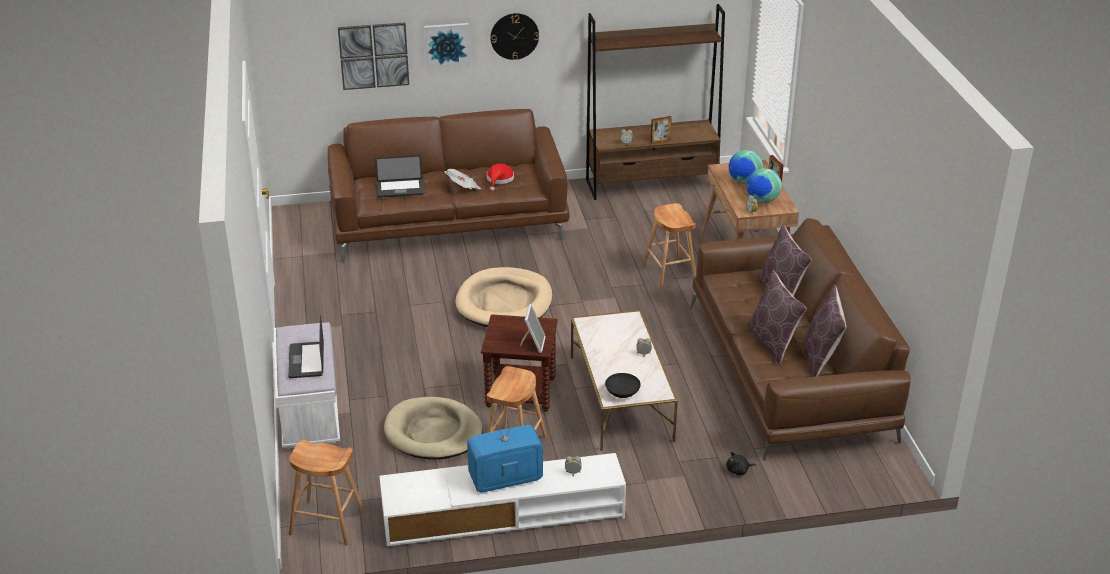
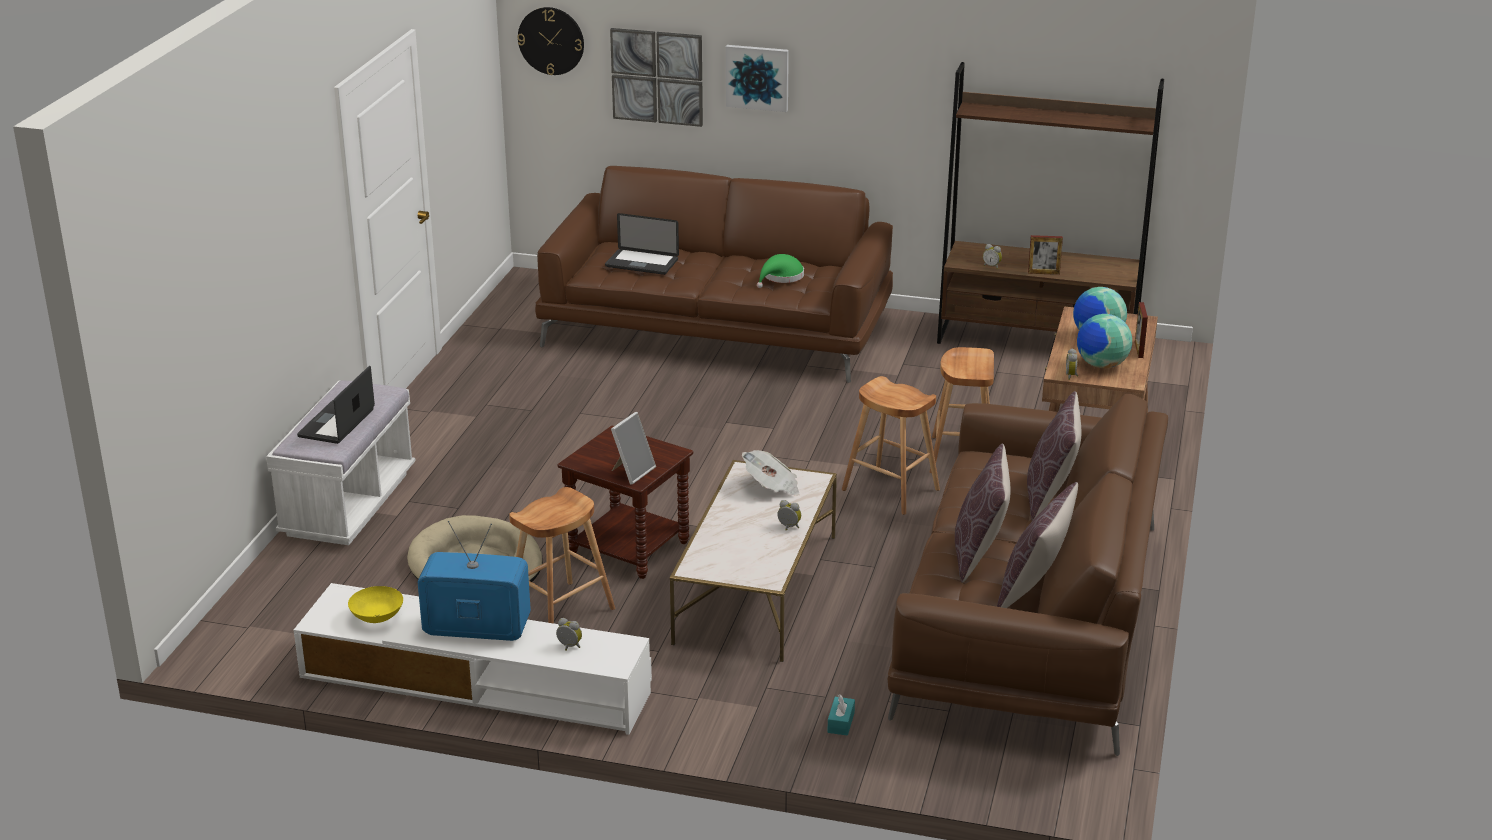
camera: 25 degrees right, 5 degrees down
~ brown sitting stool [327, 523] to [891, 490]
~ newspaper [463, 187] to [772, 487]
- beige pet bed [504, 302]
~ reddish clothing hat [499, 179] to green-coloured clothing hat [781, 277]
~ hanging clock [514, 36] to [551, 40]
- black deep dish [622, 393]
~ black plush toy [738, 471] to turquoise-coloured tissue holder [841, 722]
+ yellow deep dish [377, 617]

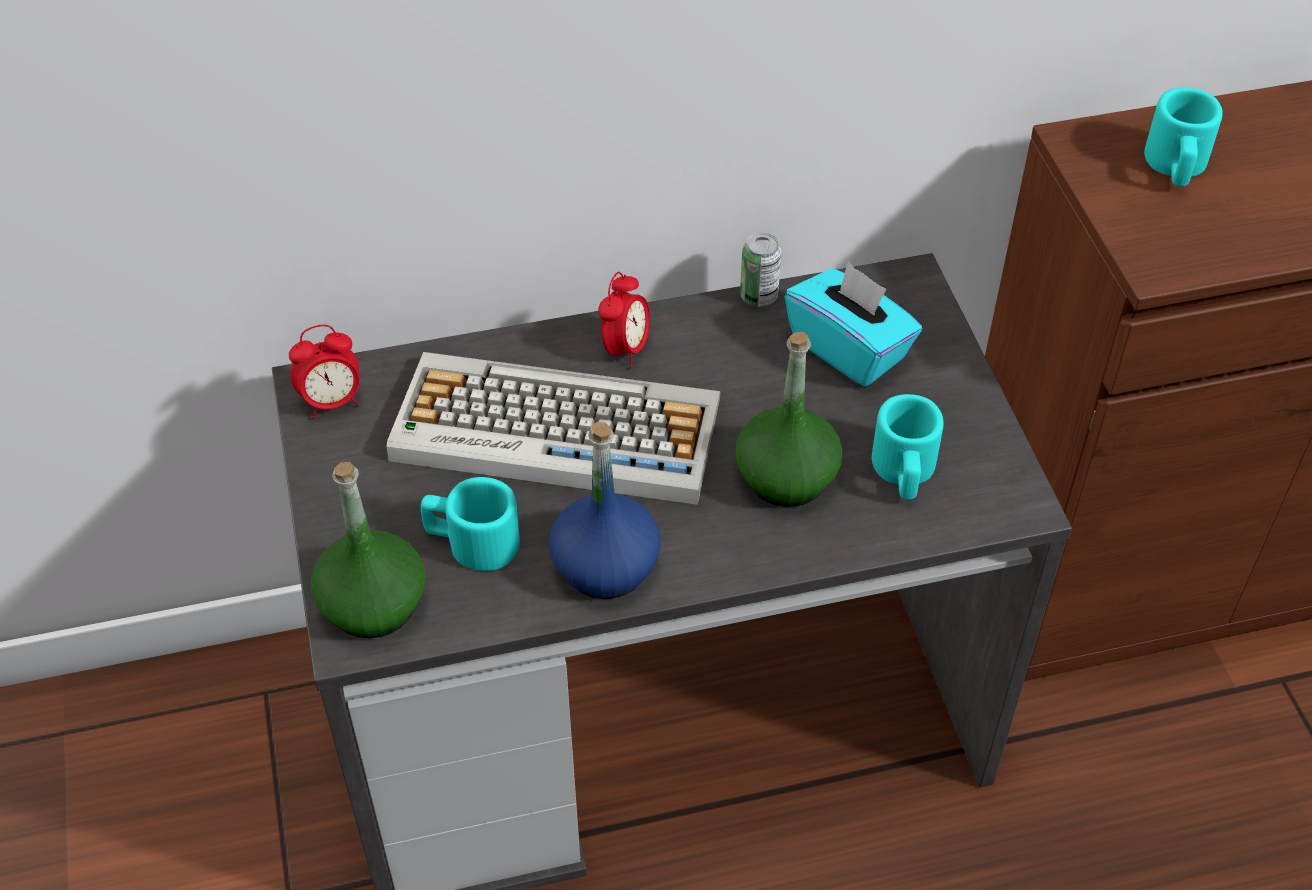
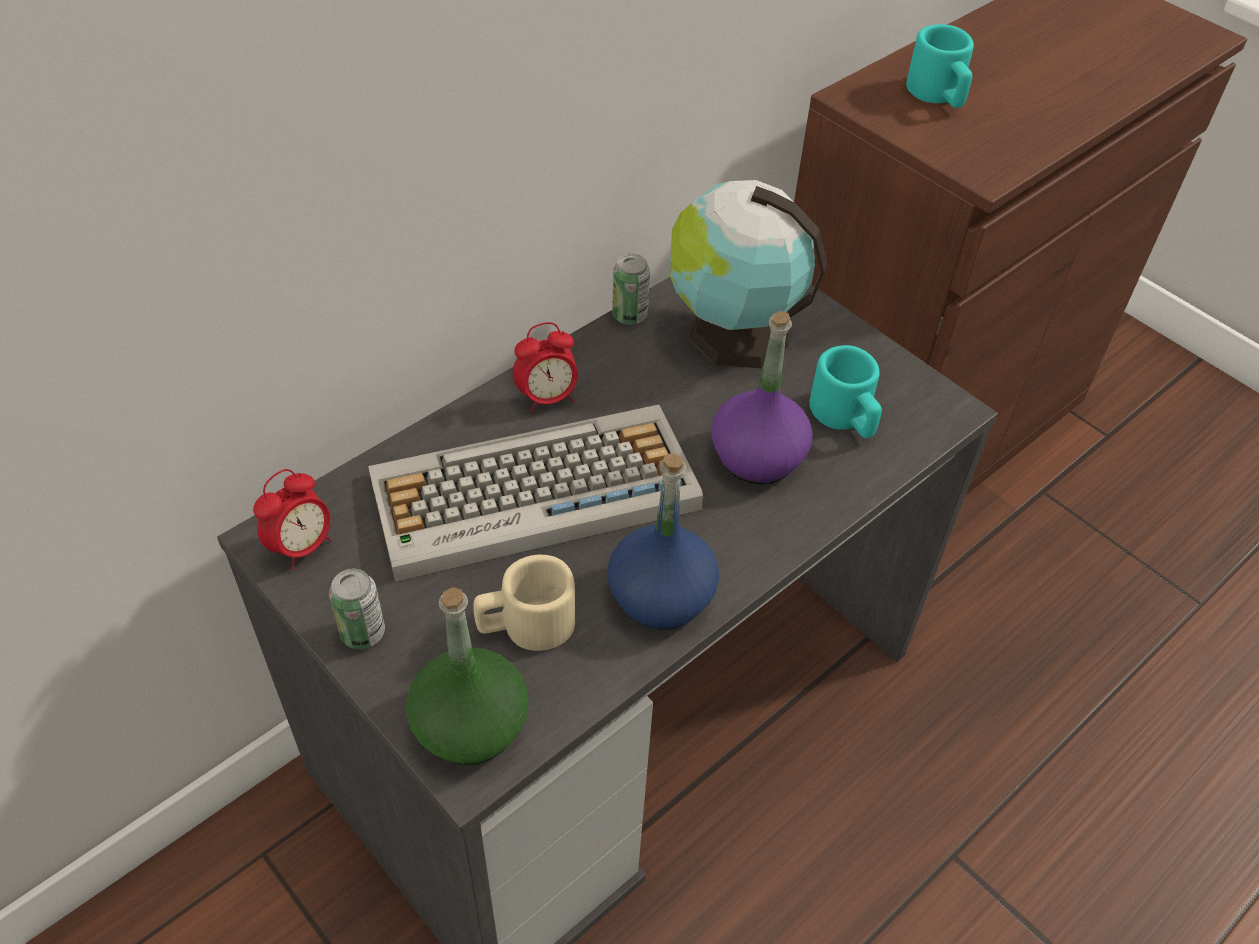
camera: 30 degrees left, 0 degrees up
~ turquoise-coloured mug [472, 542] to beige mug [525, 625]
~ alarm clock [625, 349] = [547, 398] 75 degrees clockwise
~ green-coloured drink bottle [786, 477] to purplish drink bottle [757, 457]
~ turquoise-coloured tissue holder [849, 349] to globe [732, 333]
+ metal can [363, 633]

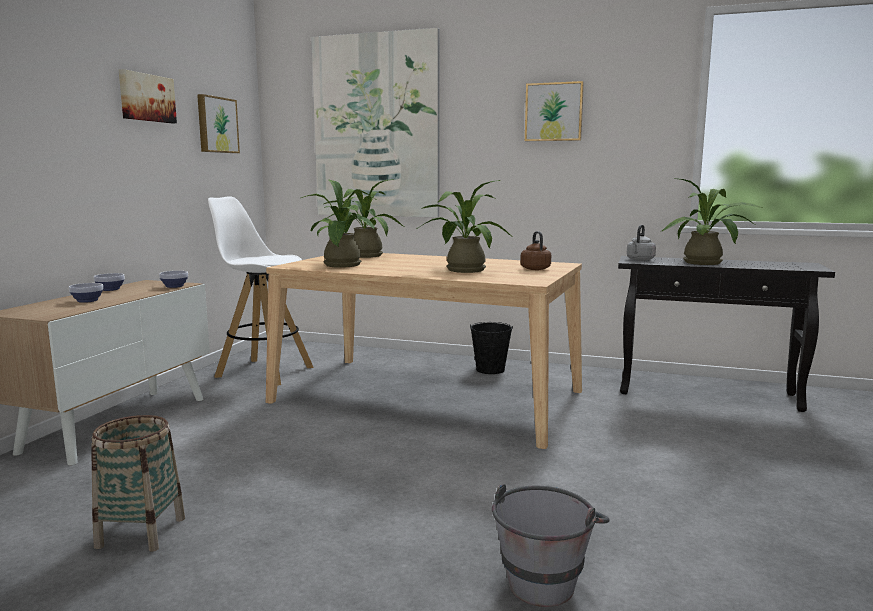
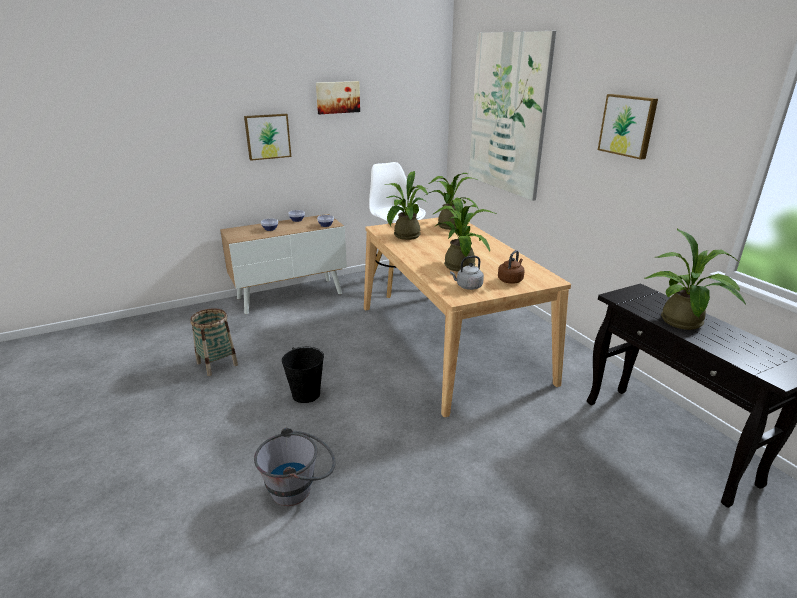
camera: 45 degrees right, 15 degrees up
~ wall picture [216, 125] to [267, 136]
~ black pail [490, 370] to [306, 394]
~ grey tea kettle [640, 260] to [467, 286]

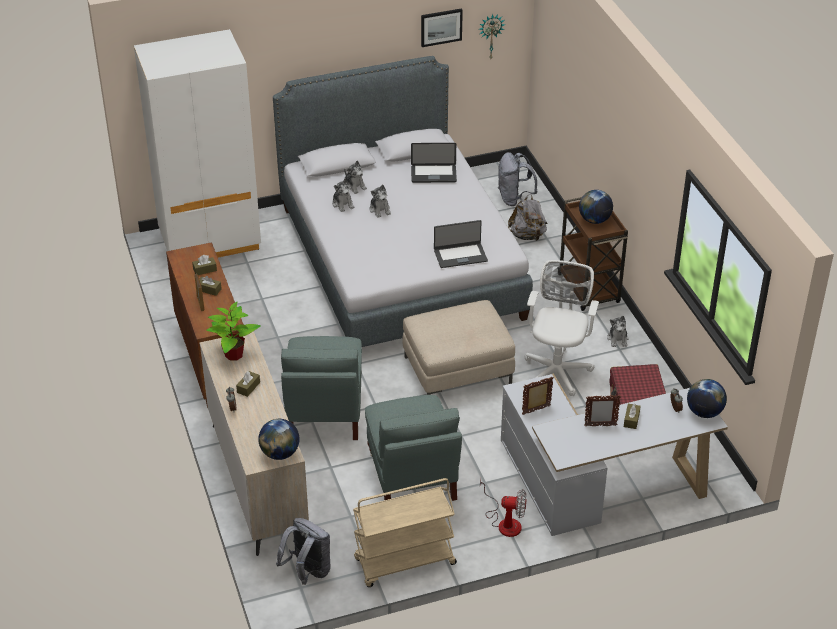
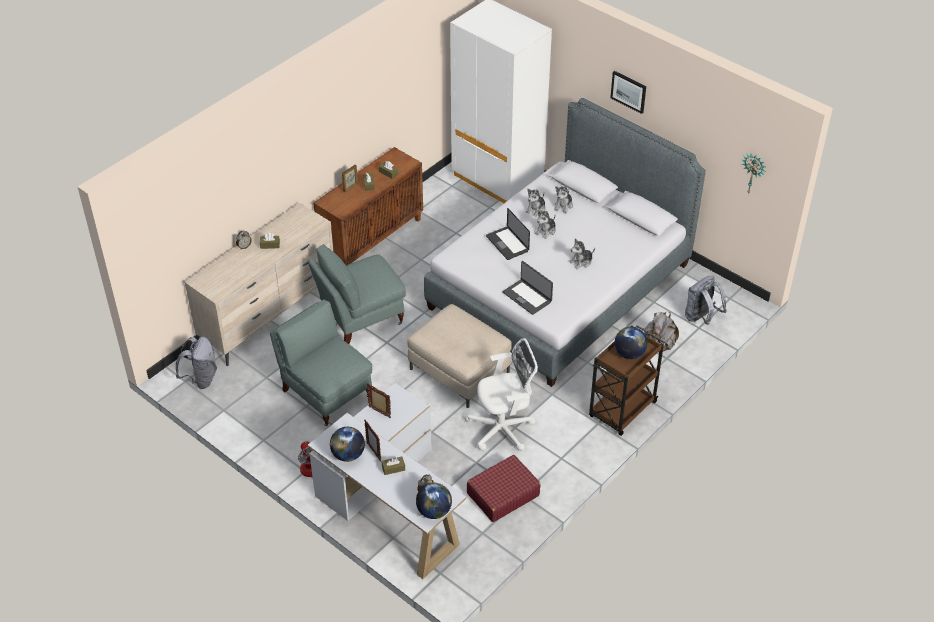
camera: 60 degrees right, 5 degrees up
- houseplant [233, 355]
~ globe [280, 453] to [348, 455]
- beige trolley [404, 562]
~ grey armchair [412, 477] = [326, 393] 90 degrees clockwise
~ portable computer [433, 174] to [507, 244]
~ wall picture [441, 27] to [628, 91]
~ plush toy [618, 339] to [581, 262]

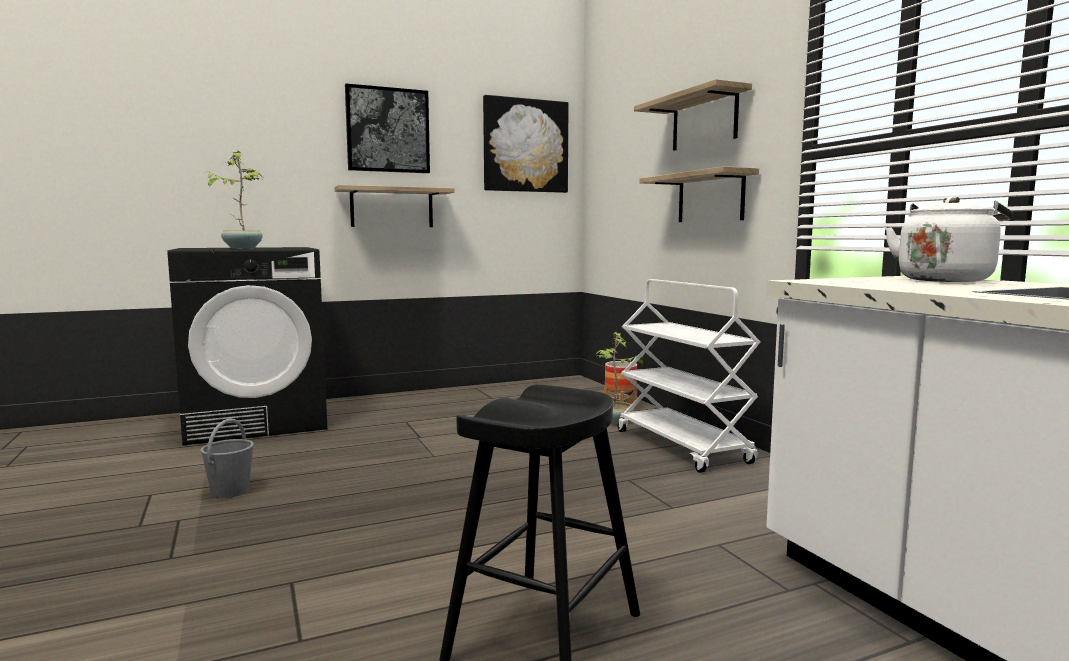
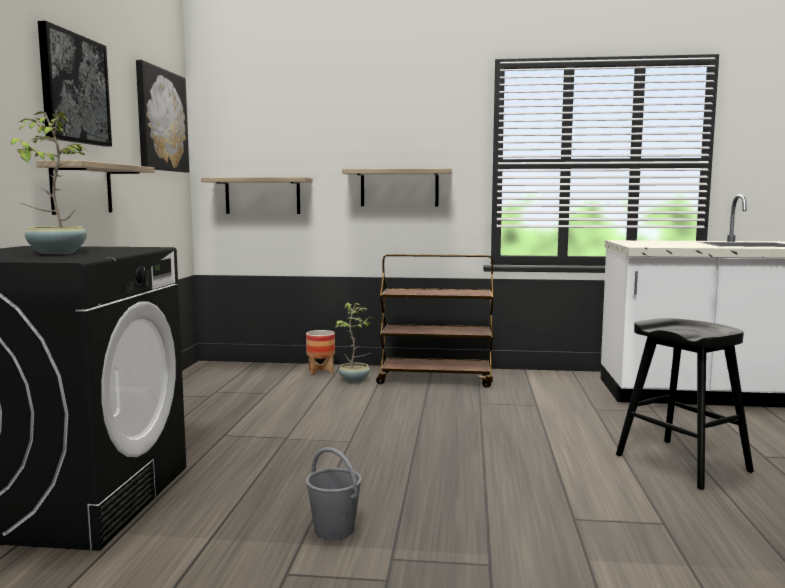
camera: 60 degrees left, 0 degrees up
~ white-coloured trolley [683, 447] to brown trolley [436, 379]
~ bracket shelf [704, 121] to [262, 196]
- white-coloured tea kettle [945, 280]

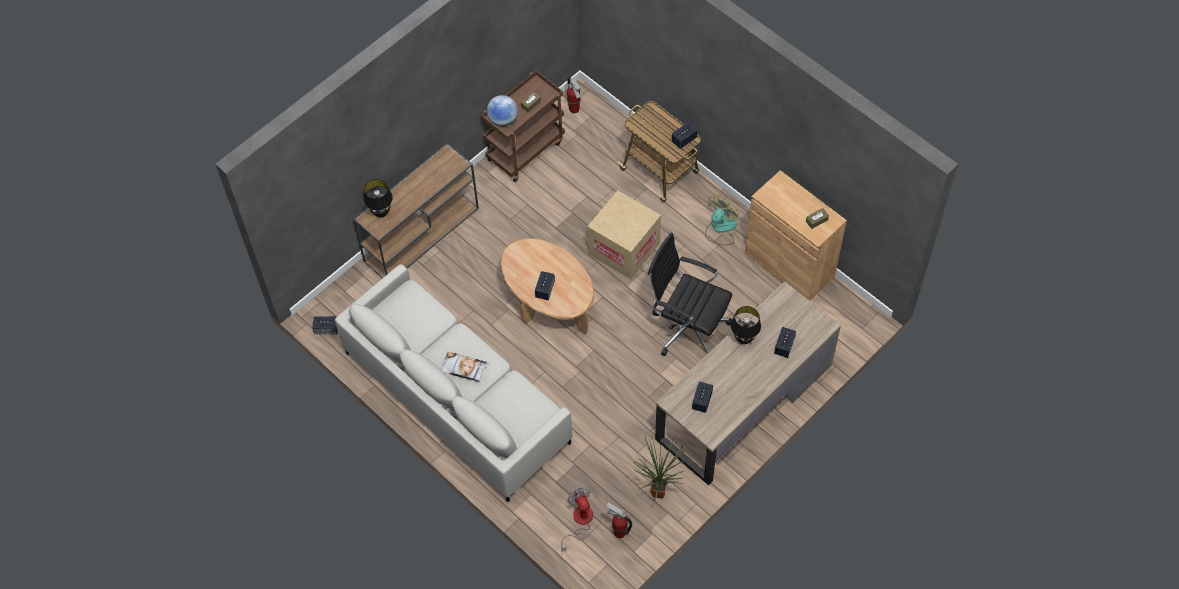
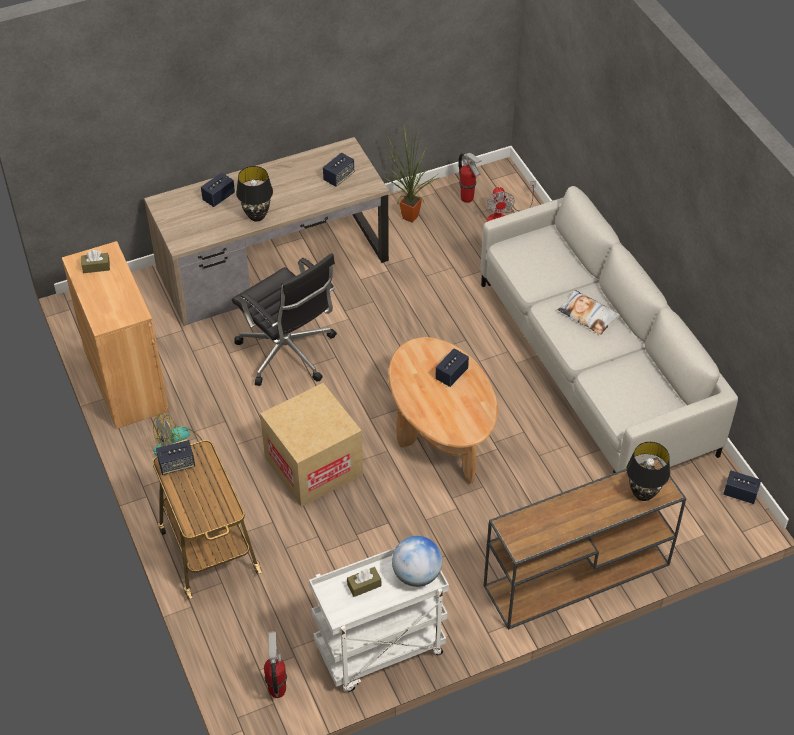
camera: 160 degrees left, 10 degrees down
~ brown trolley [525, 150] to white-coloured trolley [379, 651]

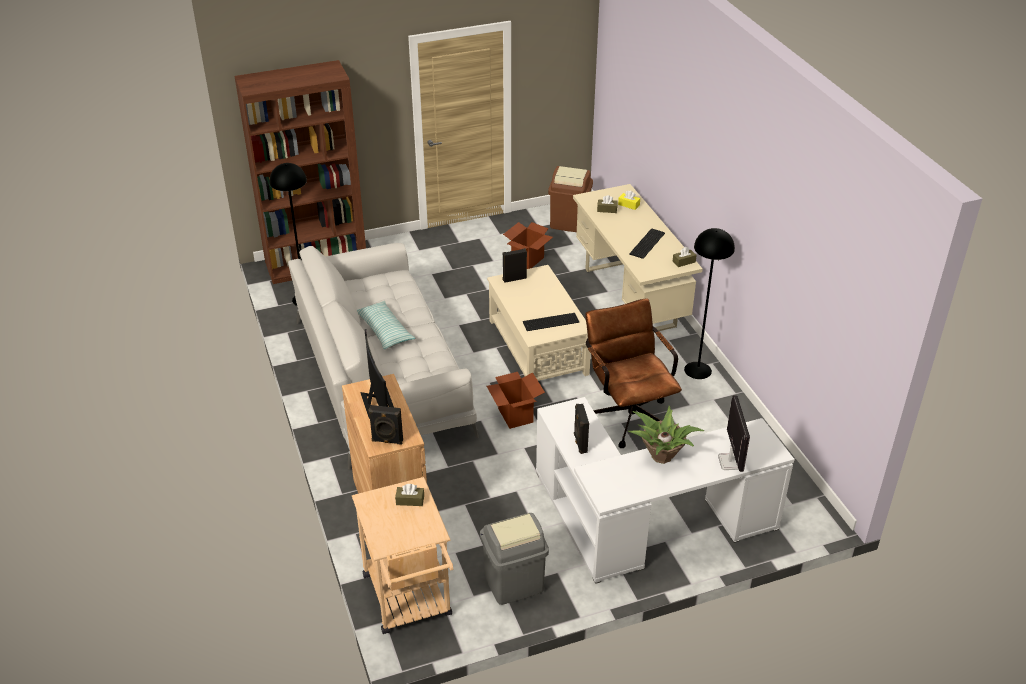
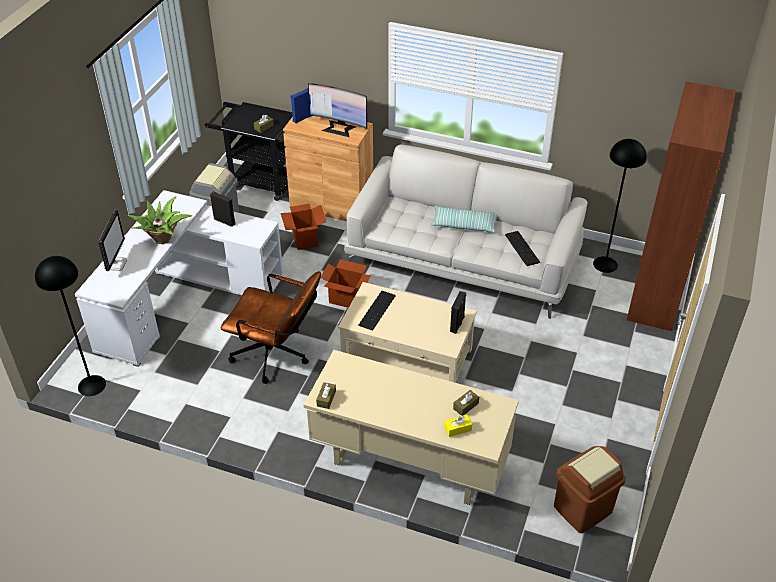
camera: 130 degrees right, 5 degrees up
~ beige trolley [409, 601] to black trolley [258, 181]
~ black speaker [387, 441] to blue speaker [302, 118]
~ carton [527, 260] to [305, 239]
~ keyboard [646, 243] to [522, 248]
~ black standard lamp [698, 370] to [91, 385]
~ monitor [730, 461] = [115, 264] 120 degrees counterclockwise

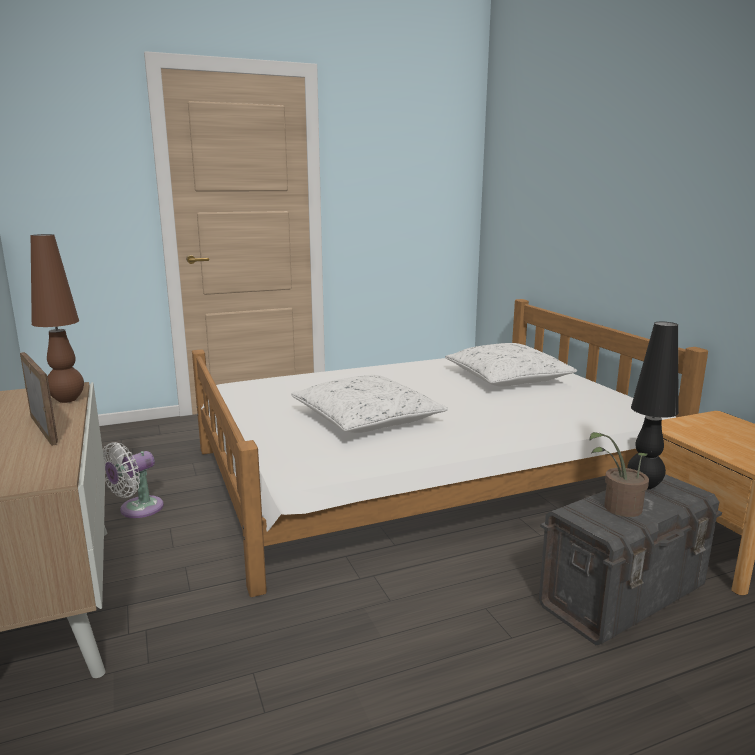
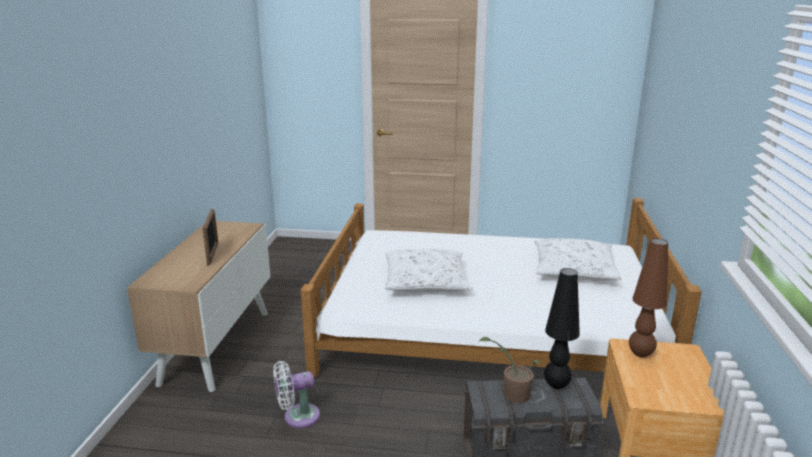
camera: 30 degrees right, 5 degrees up
~ brown table lamp [67, 400] to [640, 354]
~ white-coloured electric fan [137, 509] to [297, 417]

